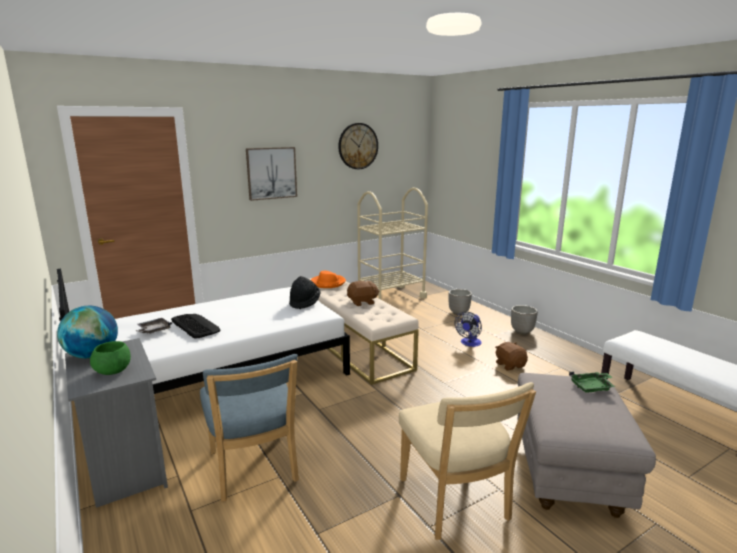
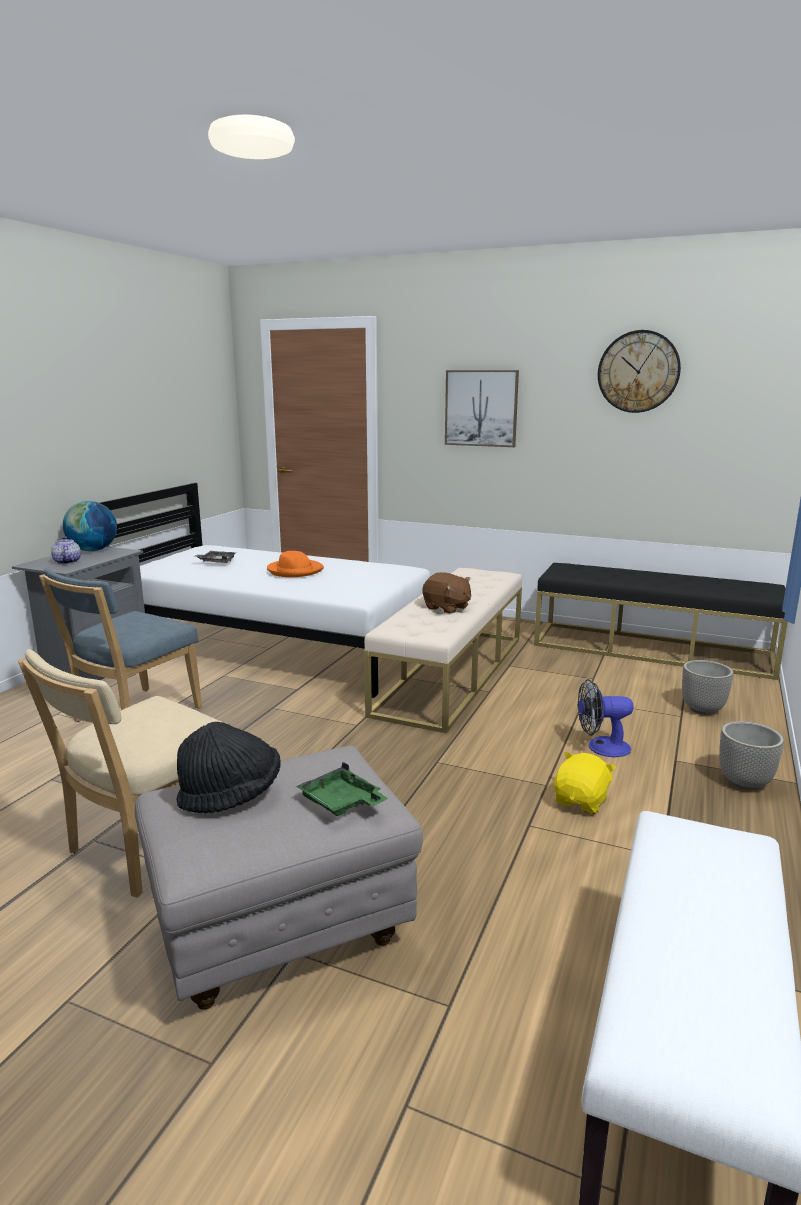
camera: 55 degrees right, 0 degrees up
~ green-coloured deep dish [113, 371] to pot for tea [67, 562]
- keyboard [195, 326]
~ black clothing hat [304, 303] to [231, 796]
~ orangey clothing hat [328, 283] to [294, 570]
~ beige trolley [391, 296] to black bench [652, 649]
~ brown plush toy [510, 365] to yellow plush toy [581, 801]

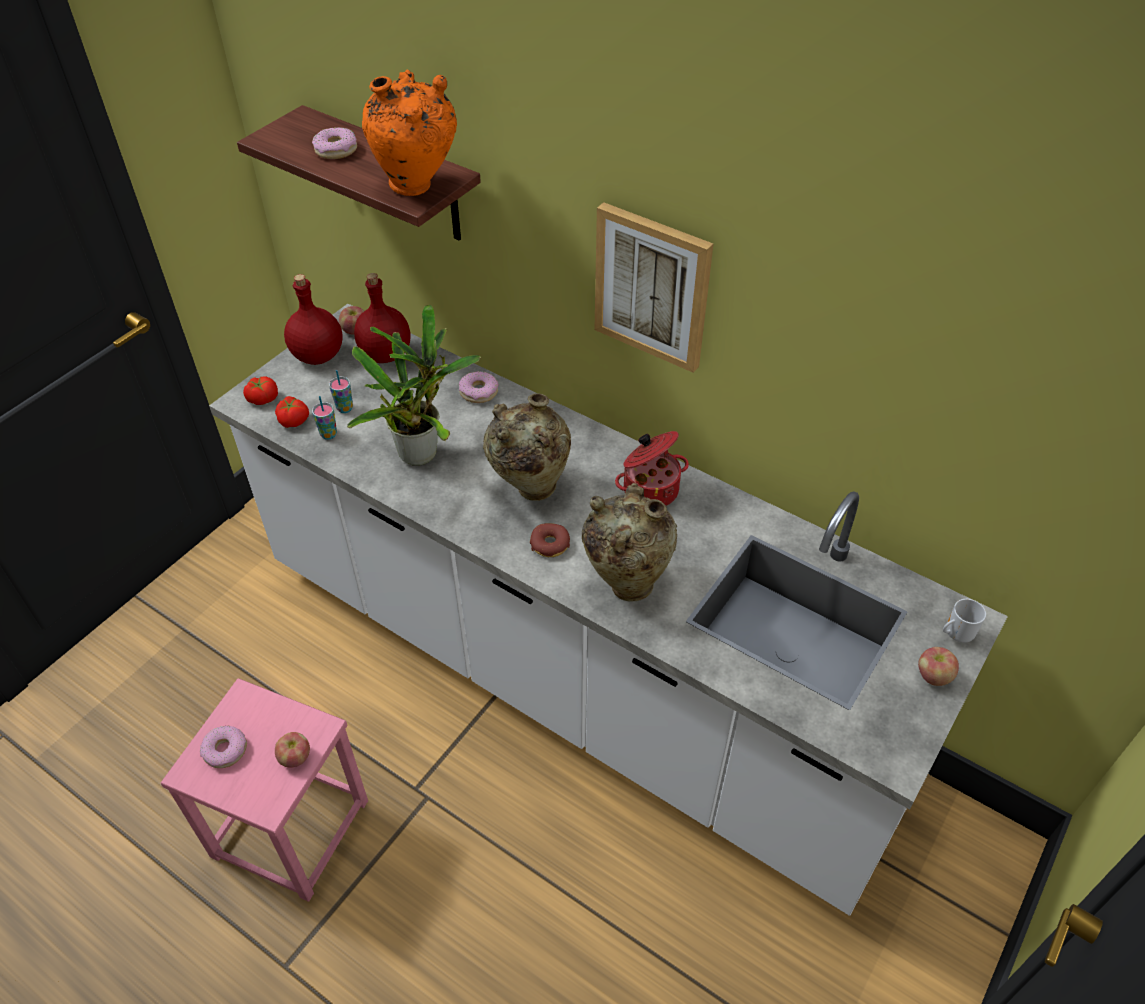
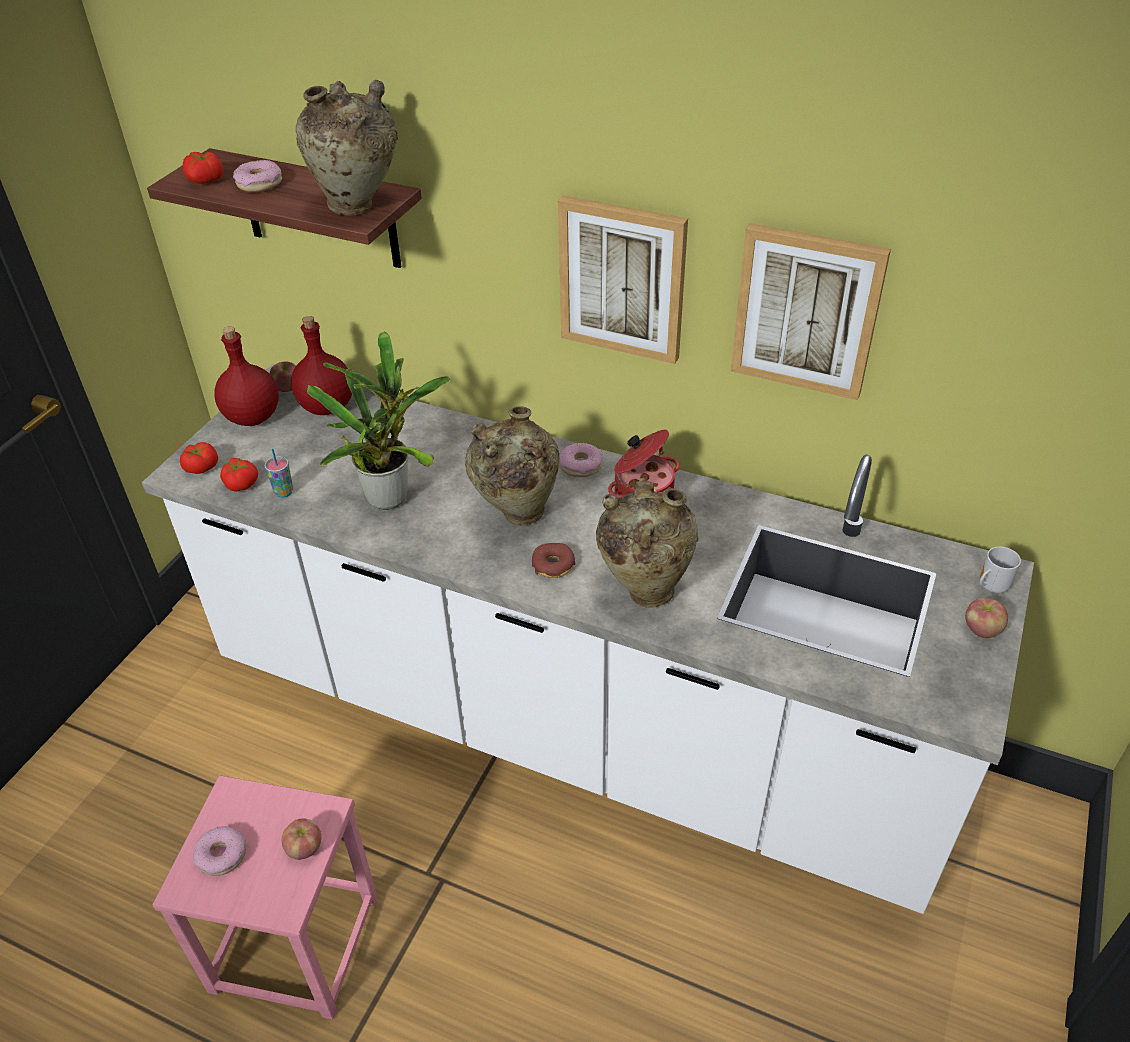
camera: 10 degrees left, 5 degrees down
- small cup [345, 408]
~ orangey vase [417, 188] to beige vase [358, 208]
~ doughnut [478, 392] to [580, 465]
+ tomato [206, 180]
+ wall picture [806, 311]

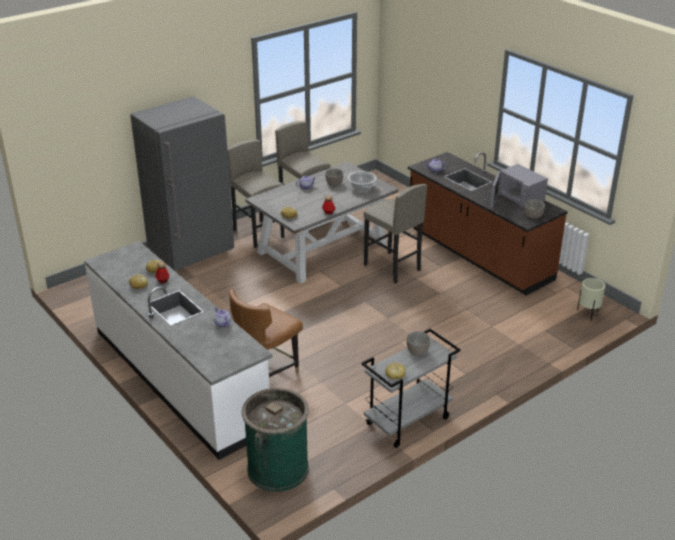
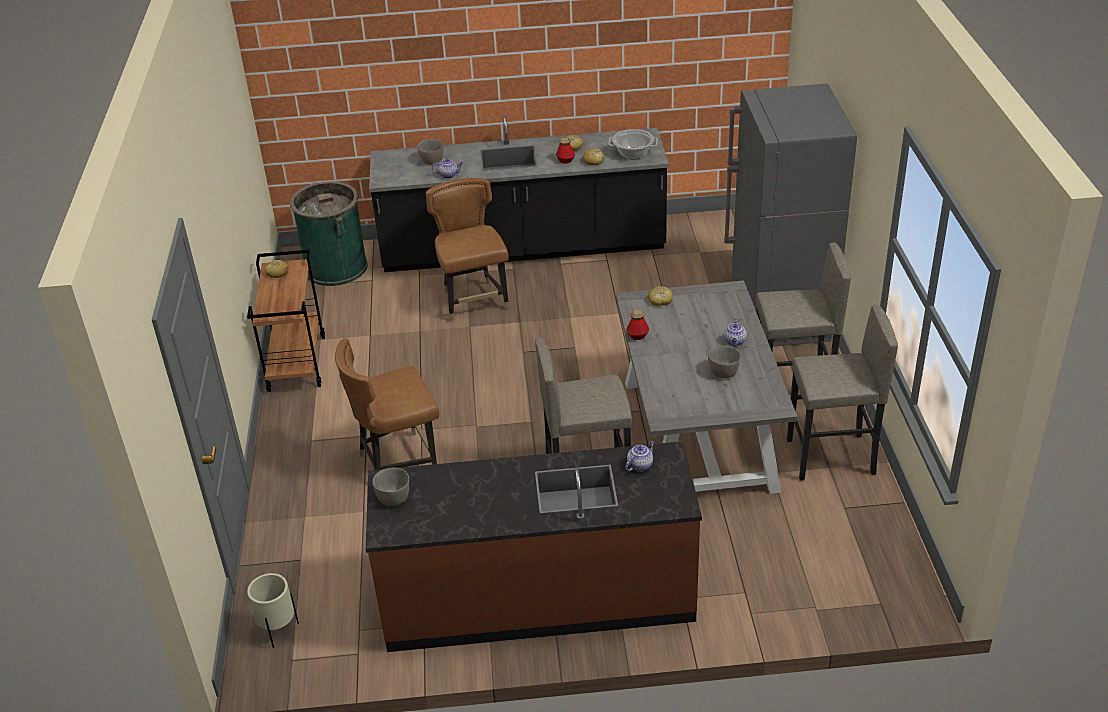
camera: 125 degrees right, 5 degrees up
~ white-coloured counter [180, 378] to black counter [523, 249]
~ stockpot [361, 188] to [633, 153]
~ grey trolley [407, 422] to brown trolley [296, 363]
~ grey deep dish [418, 351] to [431, 161]
- grey microwave [518, 197]
+ brown upright chair [398, 462]

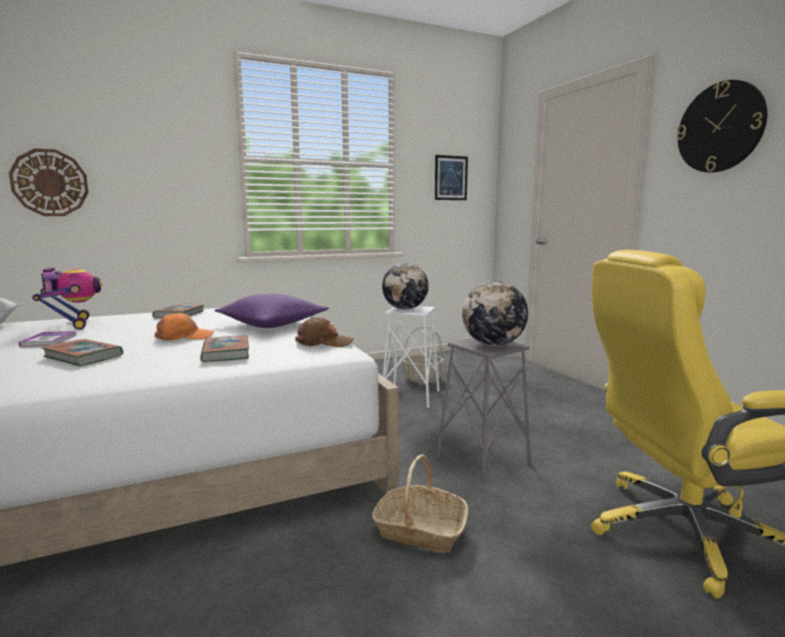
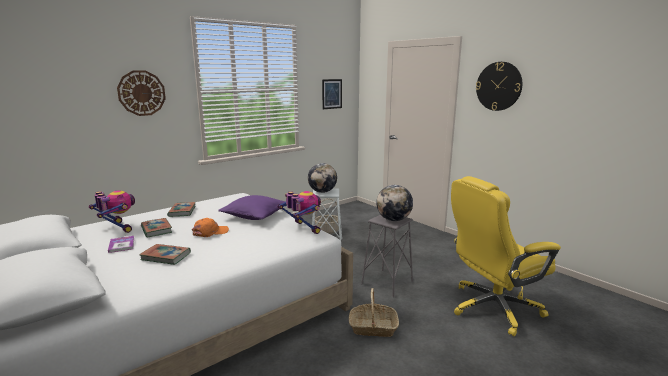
camera: 15 degrees left, 5 degrees up
~ hanging clock [50, 183] to [141, 93]
~ bound book [226, 353] to [156, 230]
~ brown peaked cap [324, 342] to toy robot [302, 229]

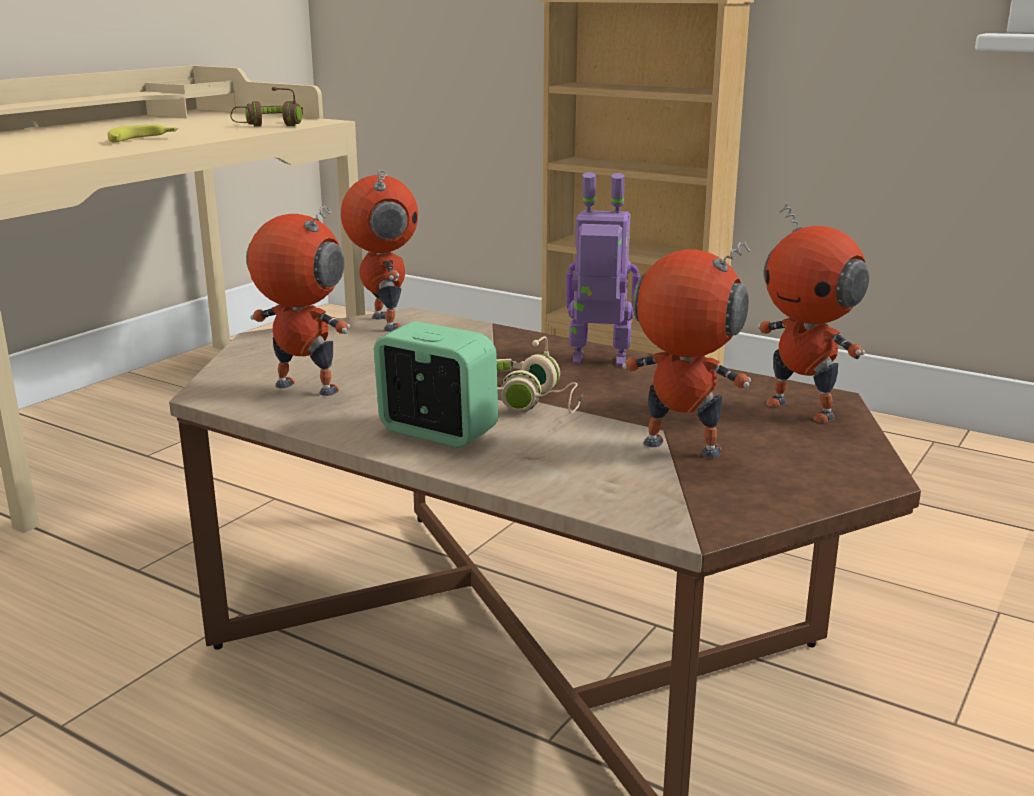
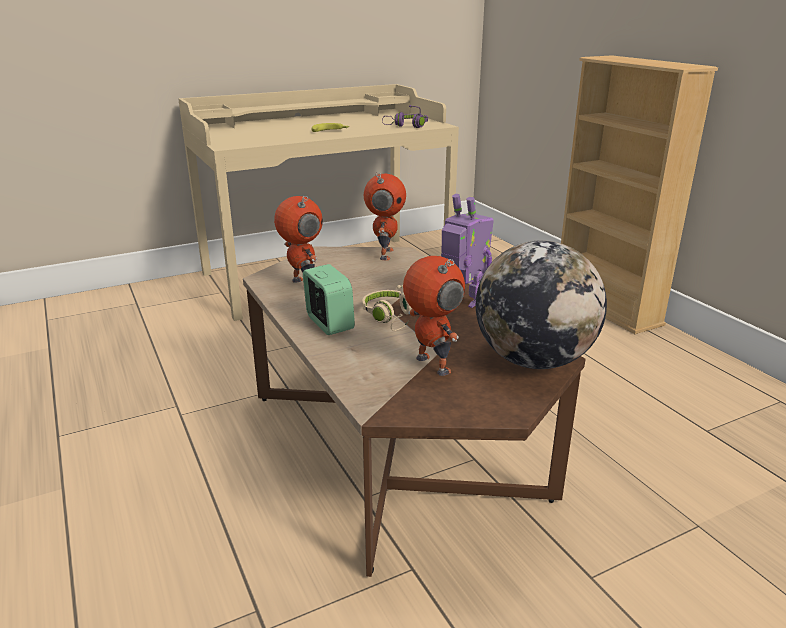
camera: 30 degrees right, 5 degrees up
~ brown pair of headphones [270, 126] to purplish pair of headphones [407, 126]
~ toy robot [802, 409] to globe [533, 360]

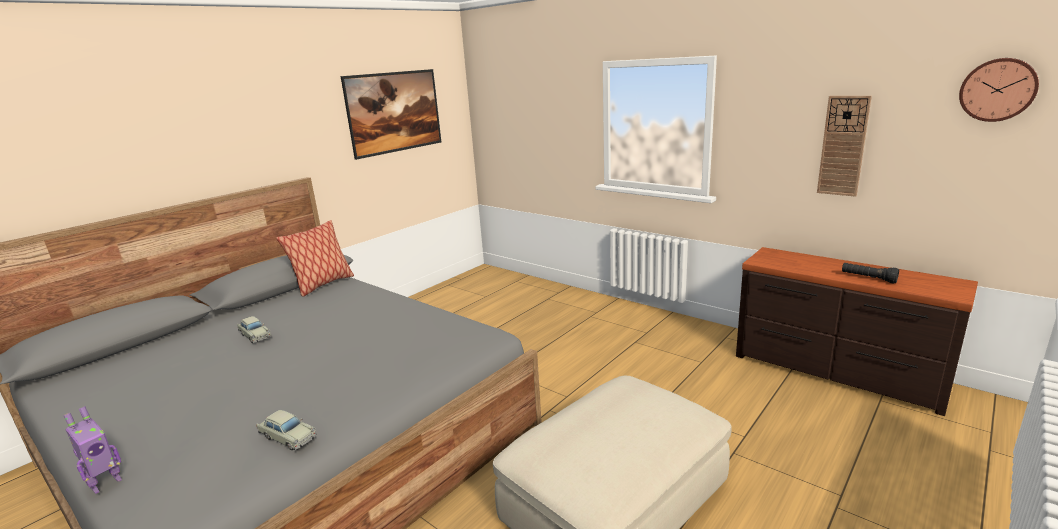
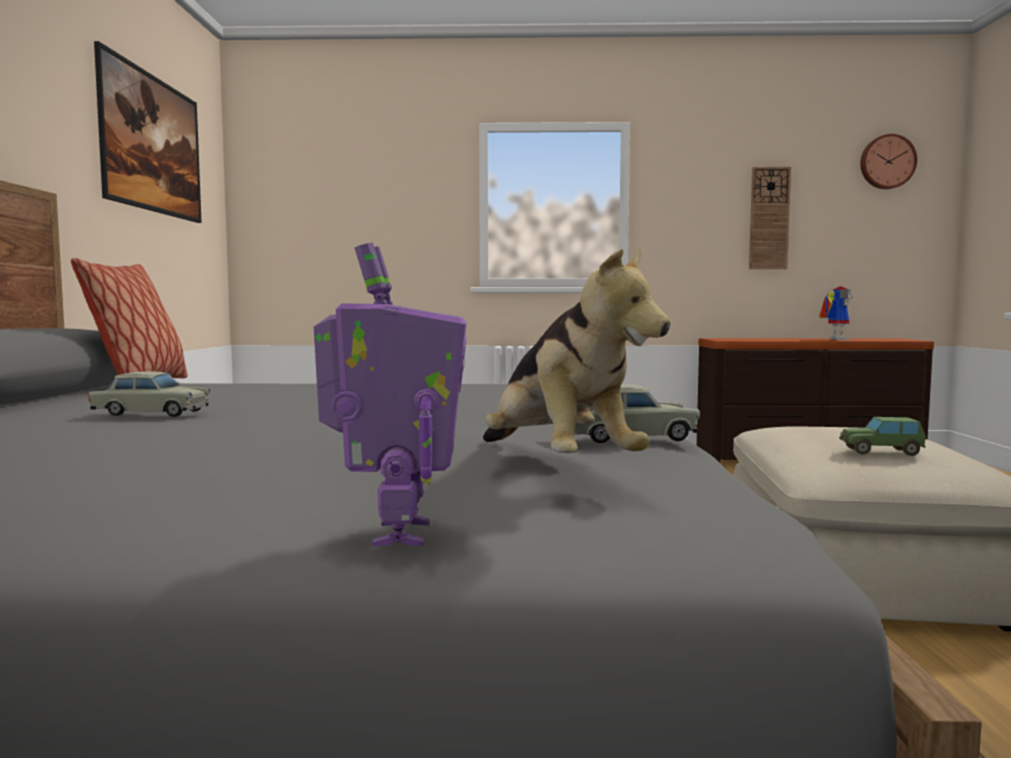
camera: 40 degrees left, 15 degrees down
~ black torch [868, 278] to toy robot [834, 339]
+ plush toy [557, 464]
+ miniature car [882, 452]

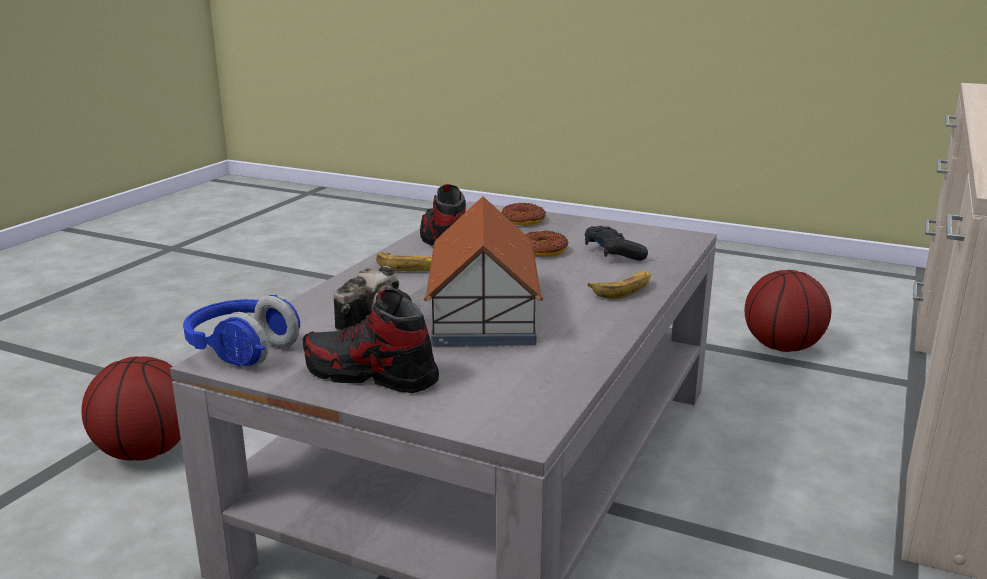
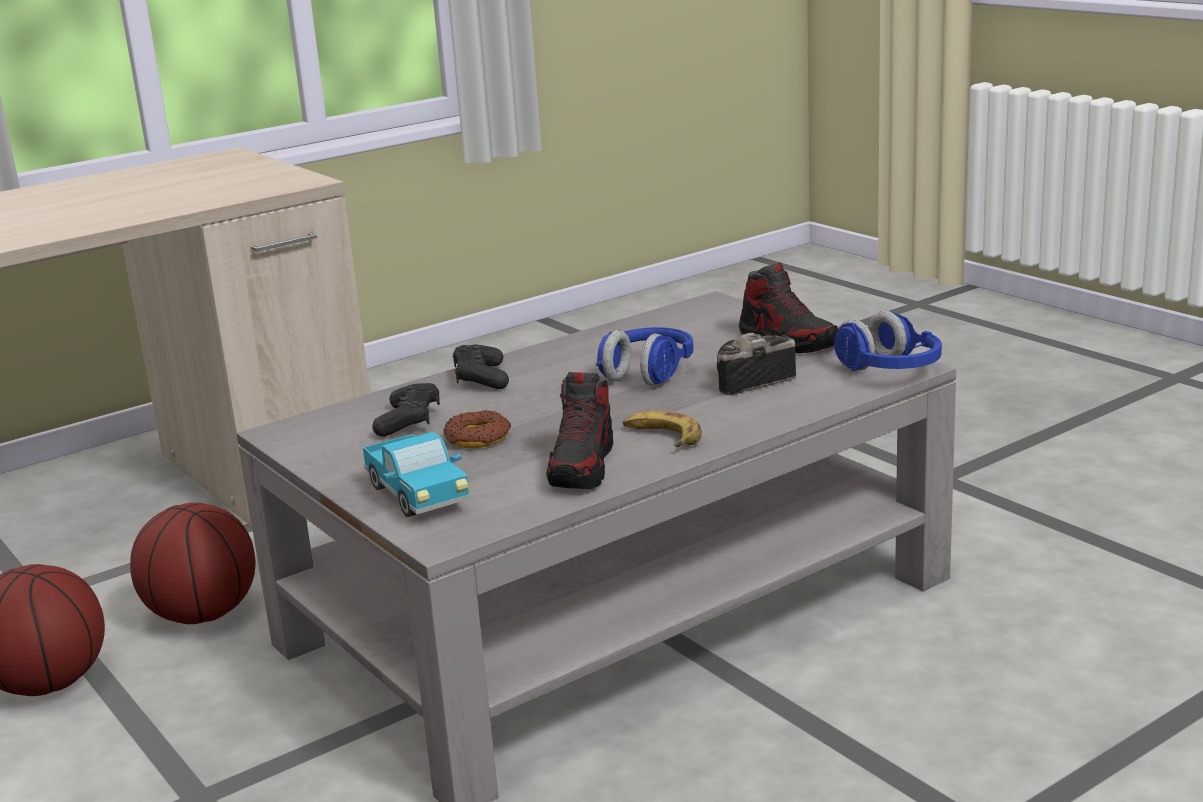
camera: 150 degrees left, 0 degrees up
~ basketball ball [145, 451] to [203, 616]
~ toy house [482, 314] to blue pair of headphones [646, 374]
~ doughnut [523, 220] to toy truck [418, 496]
~ whole banana [623, 290] to black gamepad [481, 378]

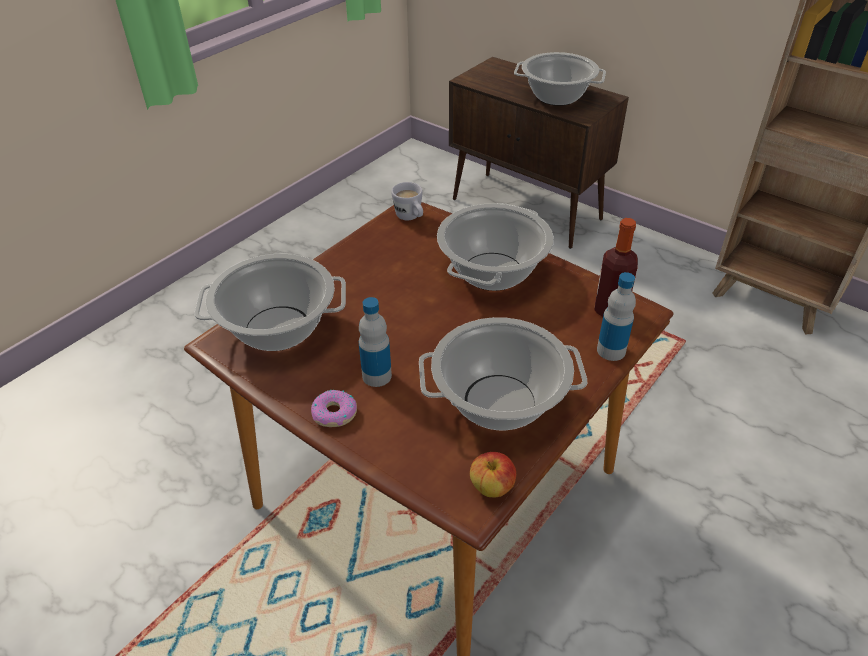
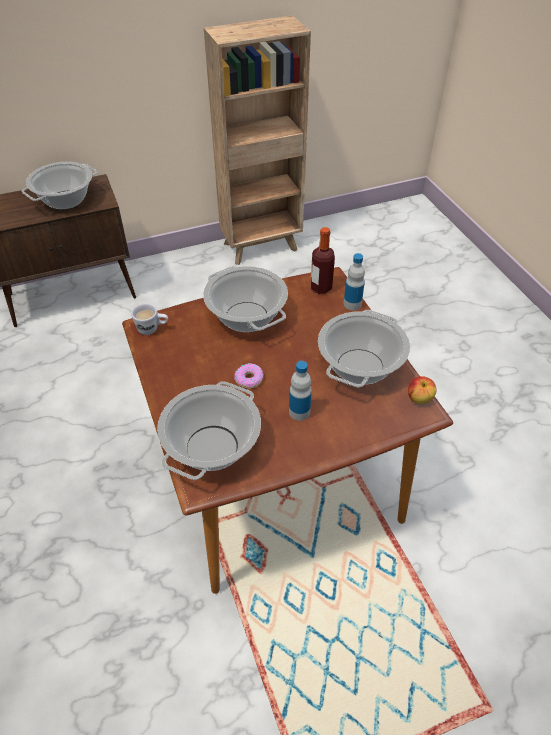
camera: 60 degrees left, 5 degrees up
~ doughnut [334, 413] to [249, 379]

